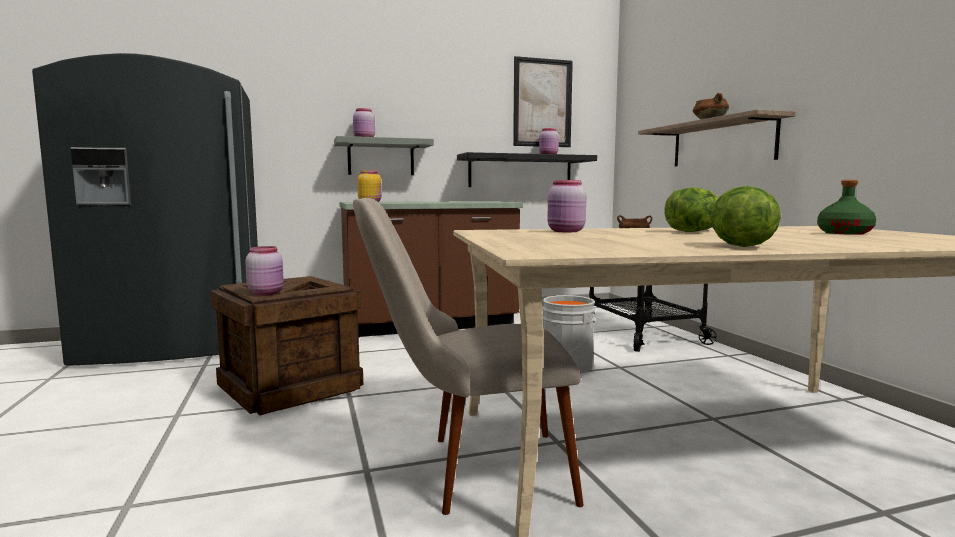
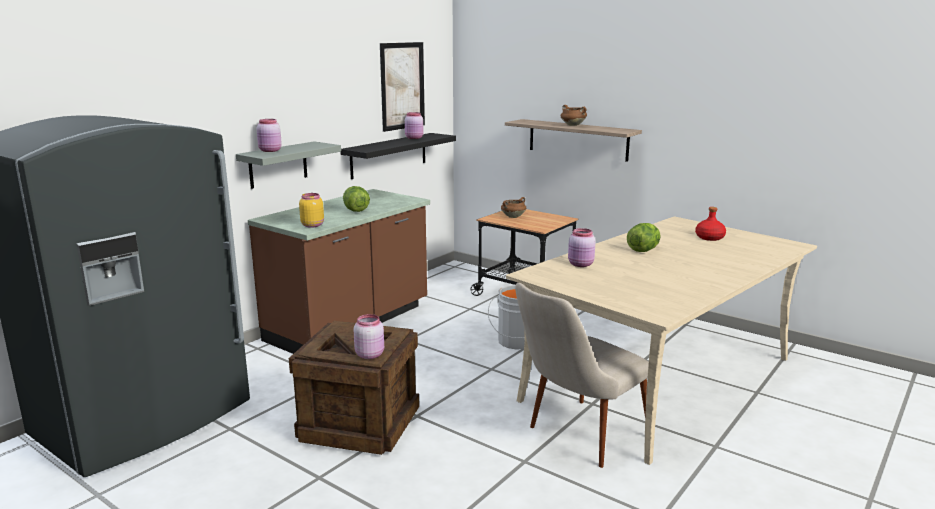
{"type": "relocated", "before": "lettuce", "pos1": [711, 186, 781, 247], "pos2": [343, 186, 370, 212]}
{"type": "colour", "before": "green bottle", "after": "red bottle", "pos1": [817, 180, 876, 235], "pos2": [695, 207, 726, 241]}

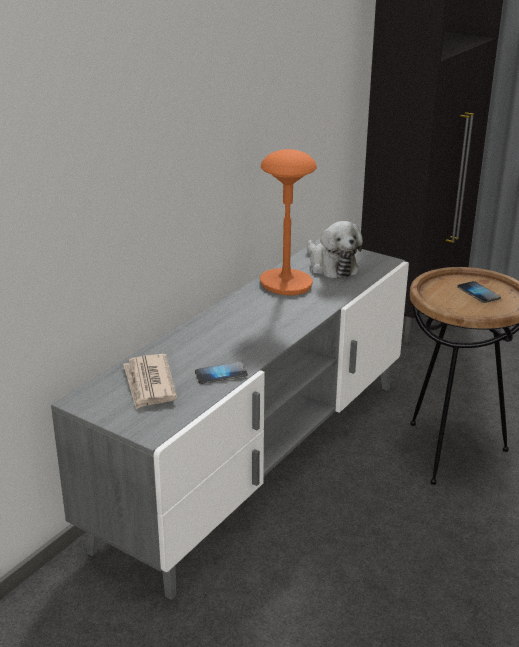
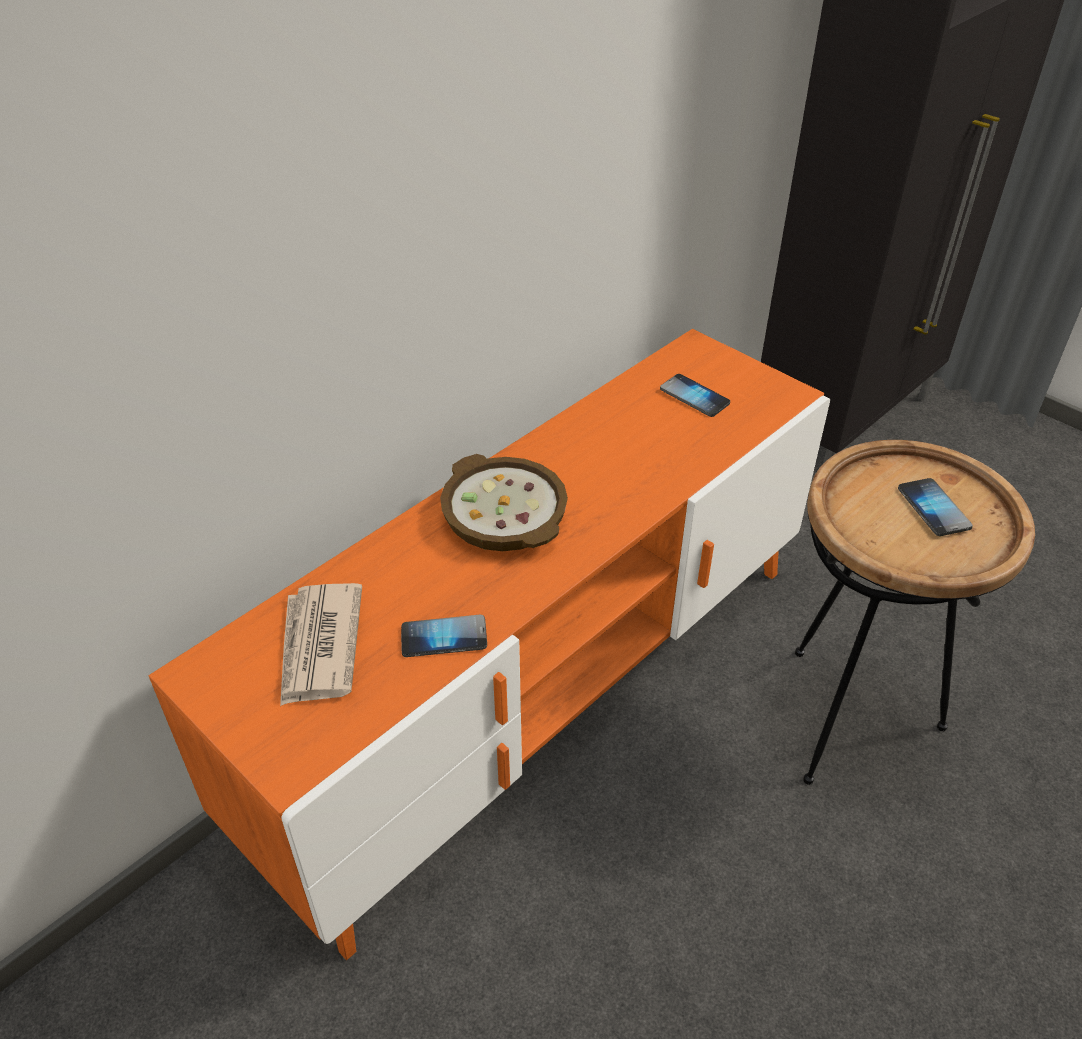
{"type": "missing", "before": "orange table lamp", "pos1": [260, 149, 317, 295]}
{"type": "appeared", "after": "bowl", "pos2": [440, 454, 568, 551]}
{"type": "exchanged", "before": "plush toy", "after": "phone", "pos1": [307, 221, 363, 279], "pos2": [660, 374, 730, 417]}
{"type": "colour", "before": "grey tv stand", "after": "orange tv stand", "pos1": [51, 239, 409, 600], "pos2": [149, 329, 830, 960]}

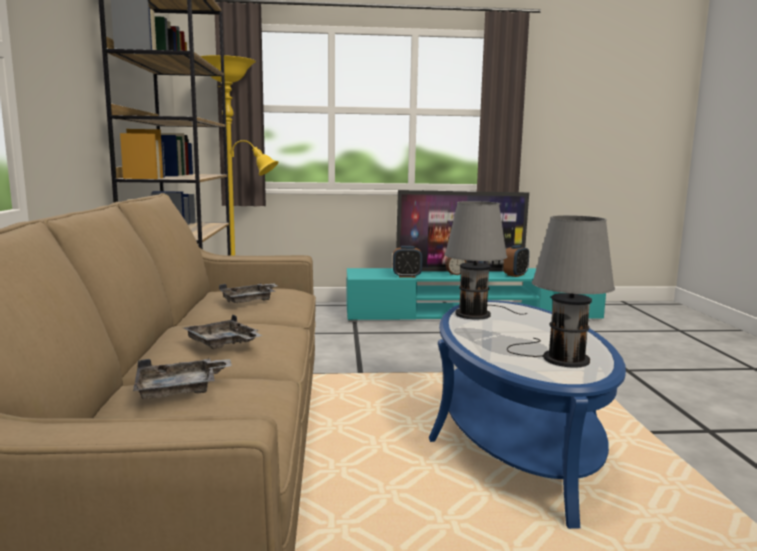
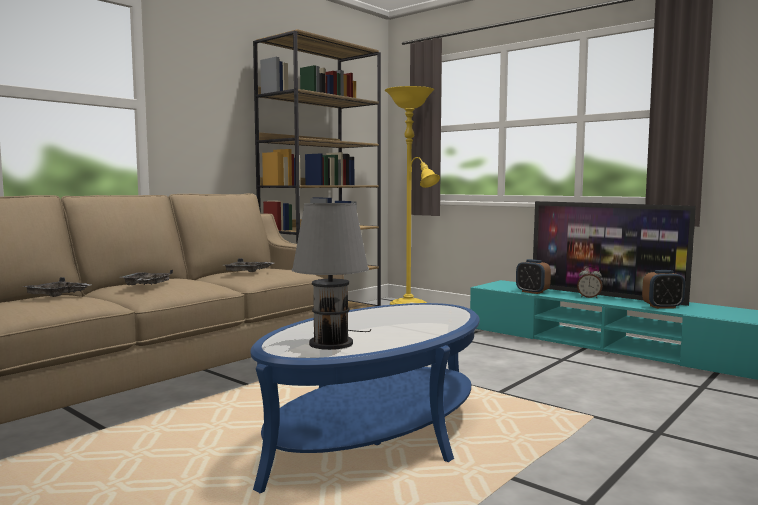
{"type": "missing", "before": "grey table lamp", "pos1": [445, 201, 527, 319]}

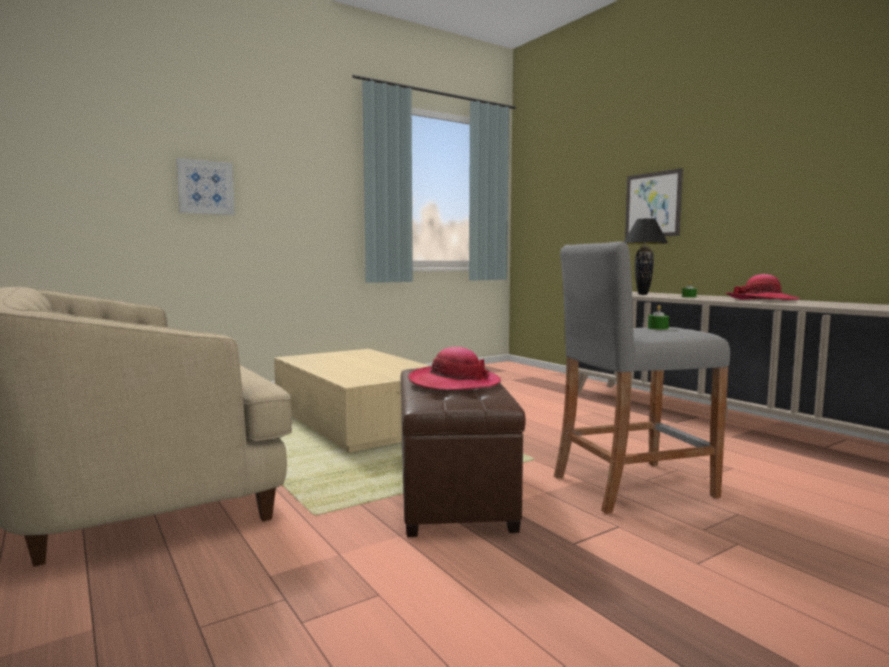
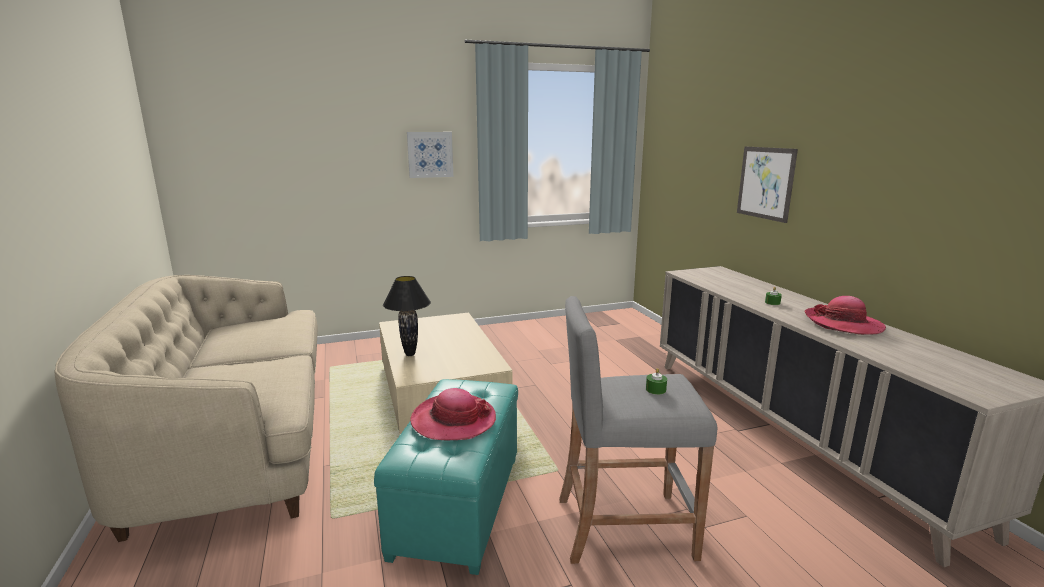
{"type": "relocated", "before": "picture", "pos1": [176, 158, 235, 215], "pos2": [407, 132, 453, 178]}
{"type": "relocated", "before": "black table lamp", "pos1": [624, 218, 668, 295], "pos2": [383, 276, 431, 356]}
{"type": "colour", "before": "brown ottoman", "after": "turquoise ottoman", "pos1": [400, 368, 526, 537], "pos2": [374, 379, 518, 575]}

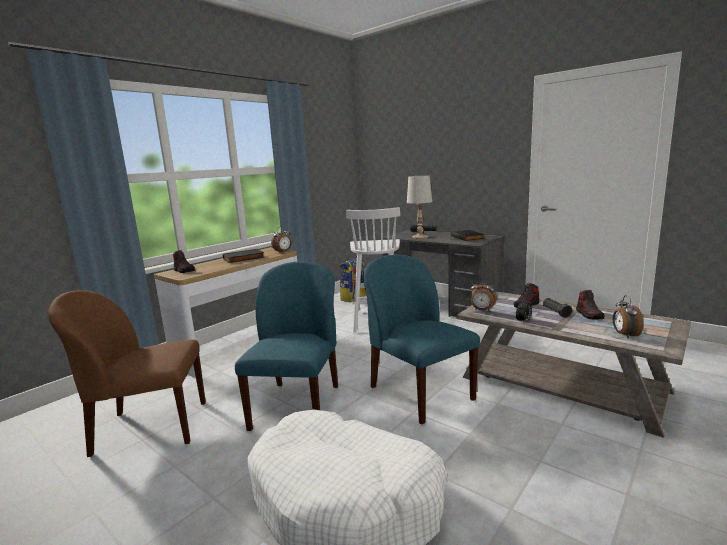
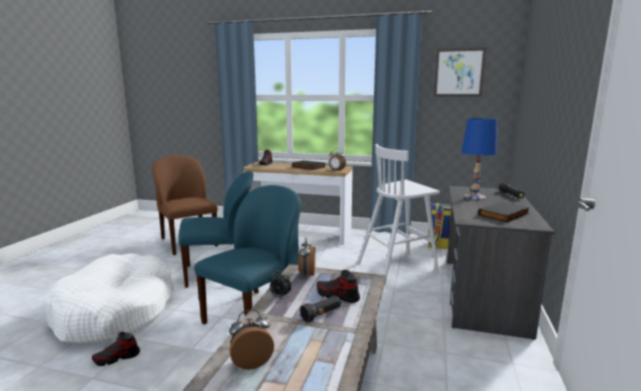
{"type": "appeared", "after": "picture", "pos2": [433, 47, 487, 97]}
{"type": "relocated", "before": "shoe", "pos1": [576, 290, 604, 319], "pos2": [92, 332, 140, 366]}
{"type": "colour", "before": "white table lamp", "after": "blue table lamp", "pos1": [407, 175, 432, 239], "pos2": [462, 118, 497, 200]}

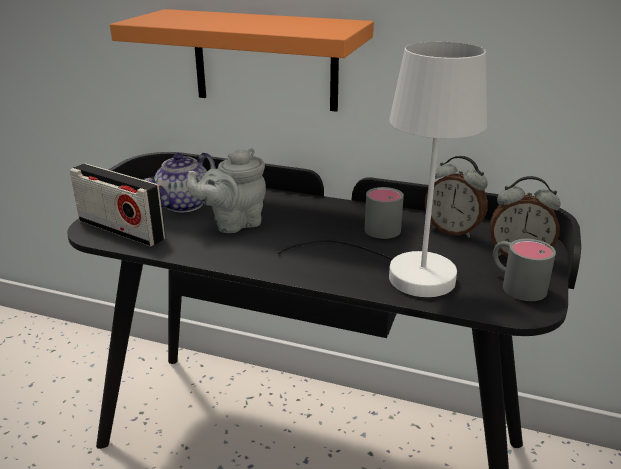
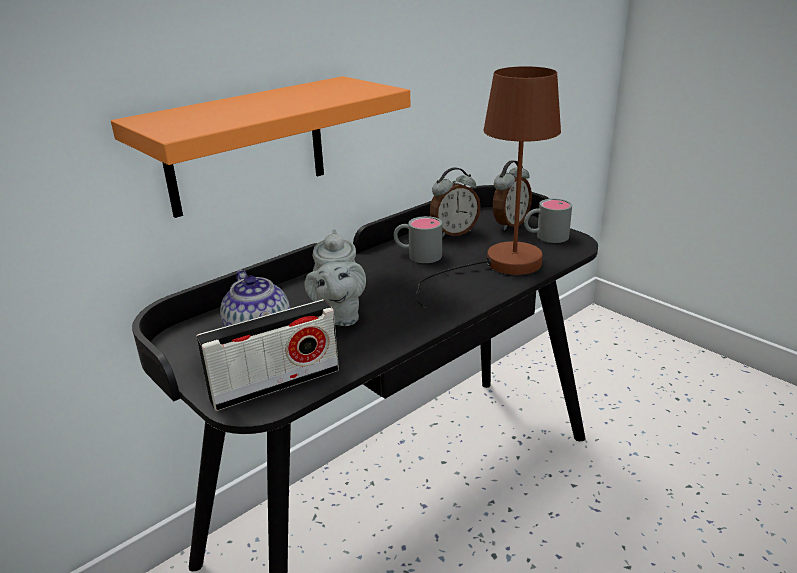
{"type": "colour", "before": "white table lamp", "after": "brown table lamp", "pos1": [277, 42, 487, 298], "pos2": [416, 66, 561, 308]}

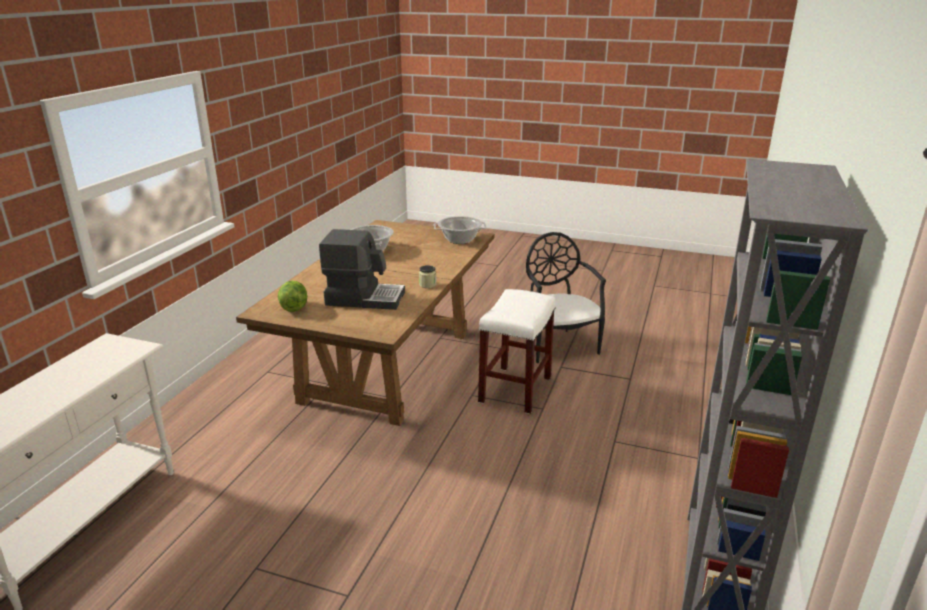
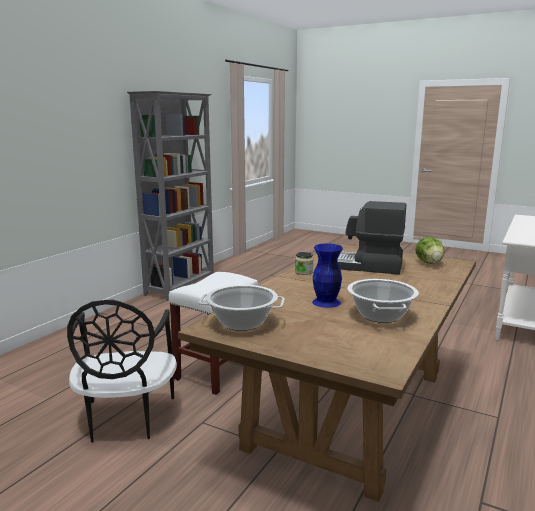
{"type": "appeared", "after": "blue vase", "pos2": [312, 243, 343, 308]}

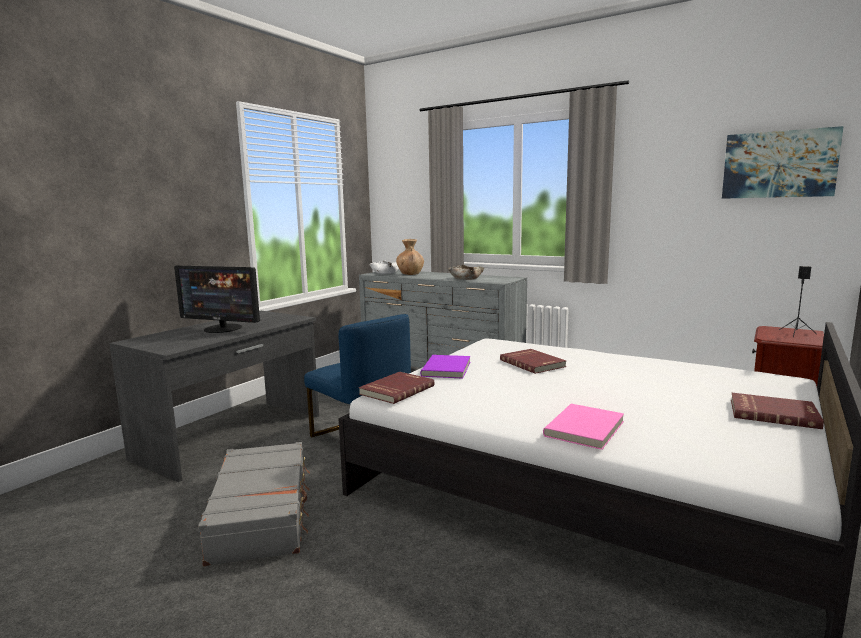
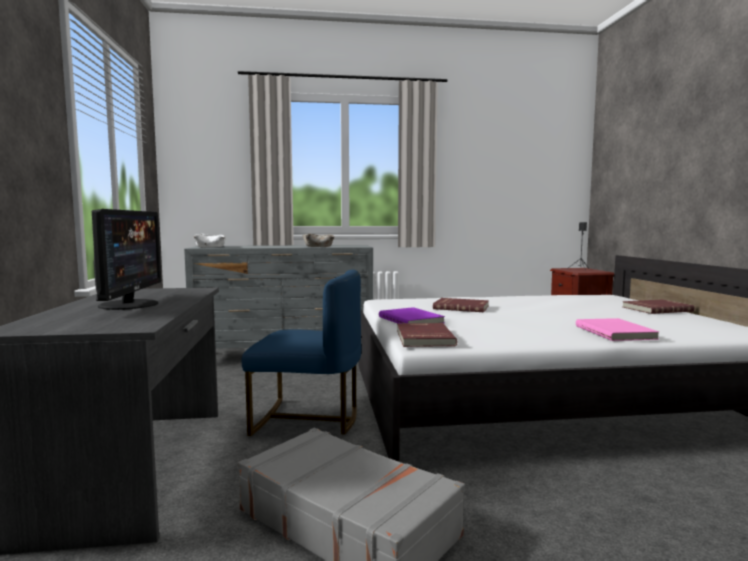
{"type": "missing", "before": "brown vase", "pos1": [396, 239, 424, 275]}
{"type": "missing", "before": "picture", "pos1": [722, 126, 844, 199]}
{"type": "spun", "before": "monitor", "pos1": [174, 266, 260, 333], "pos2": [92, 209, 161, 310], "turn": -75}

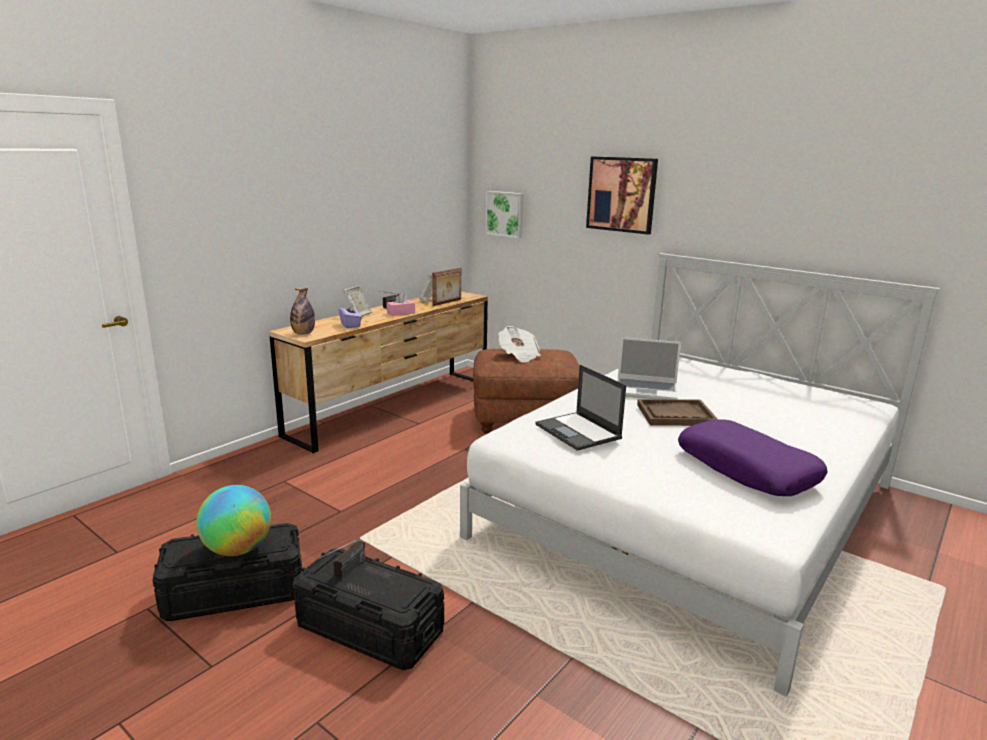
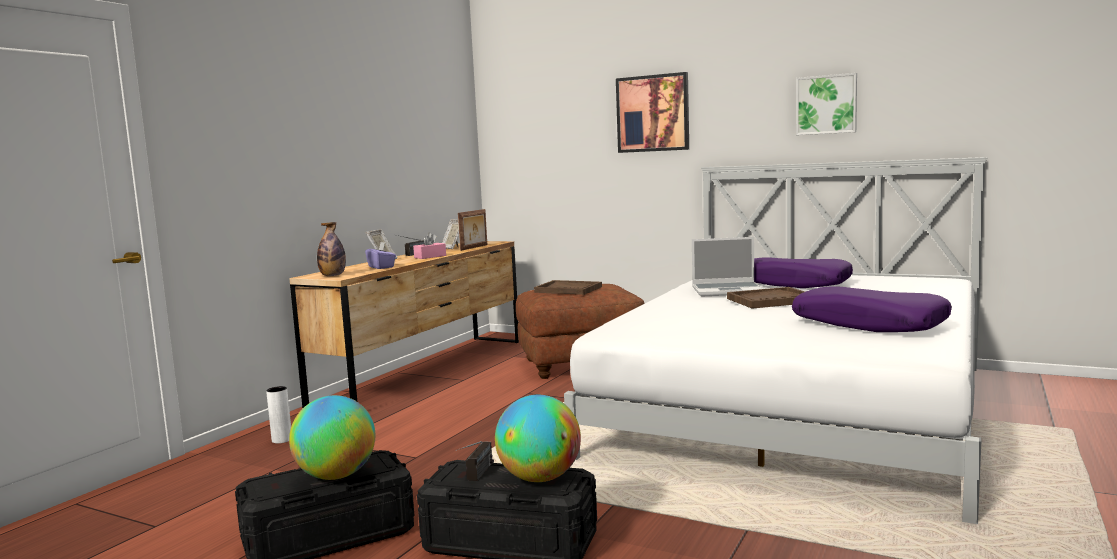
{"type": "missing", "before": "laptop", "pos1": [536, 365, 626, 451]}
{"type": "appeared", "after": "white vase", "pos2": [266, 386, 291, 443]}
{"type": "appeared", "after": "globe", "pos2": [495, 395, 581, 482]}
{"type": "appeared", "after": "purple pillow", "pos2": [754, 257, 853, 288]}
{"type": "relocated", "before": "picture", "pos1": [485, 191, 524, 238], "pos2": [796, 73, 857, 135]}
{"type": "exchanged", "before": "newspaper", "after": "brown tray", "pos1": [498, 326, 541, 363], "pos2": [534, 280, 602, 295]}

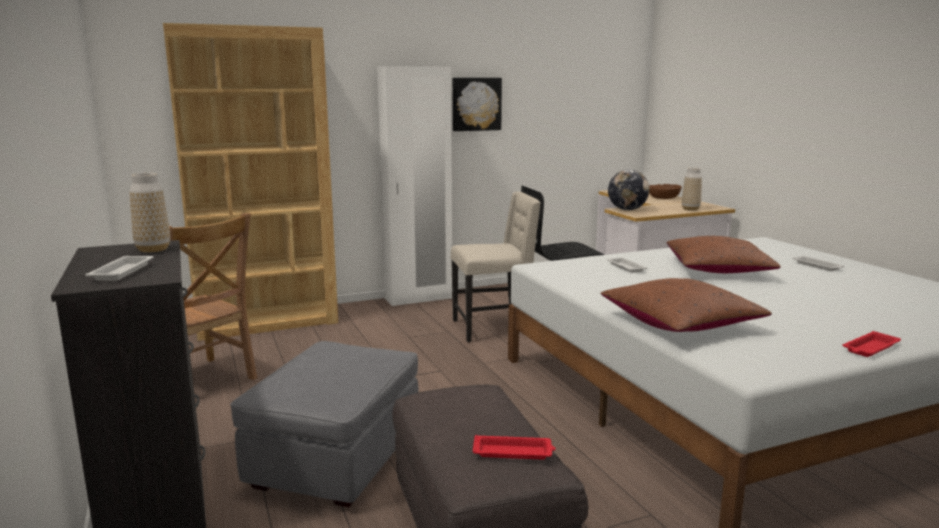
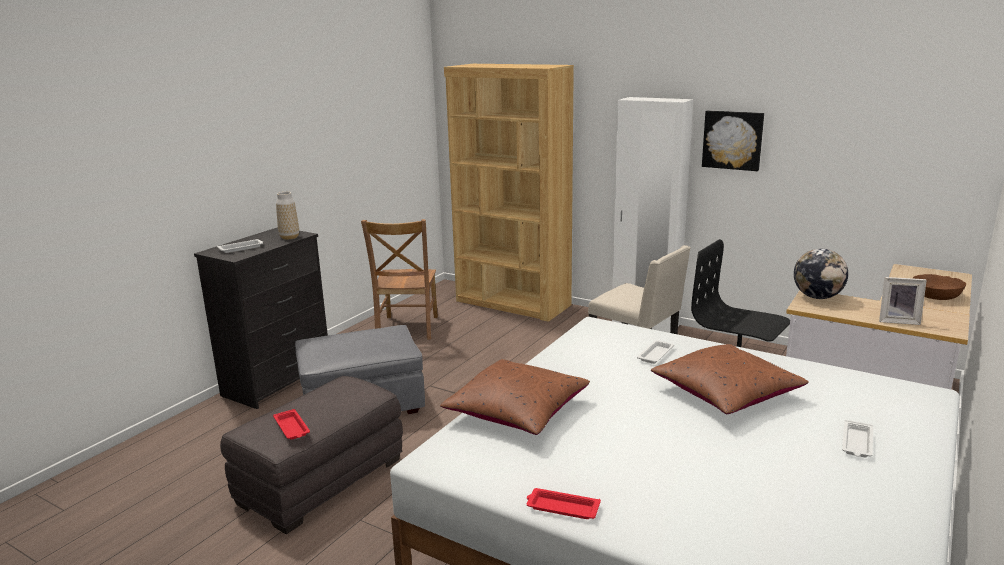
{"type": "exchanged", "before": "vase", "after": "picture frame", "pos1": [682, 168, 702, 211], "pos2": [879, 277, 927, 325]}

